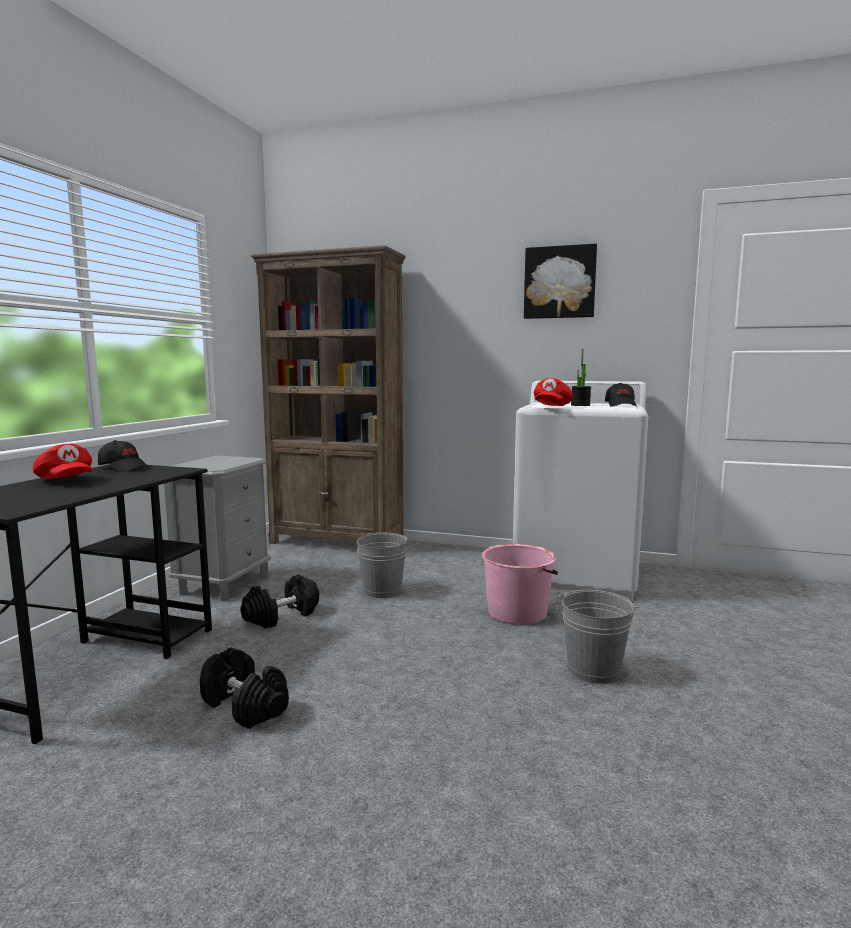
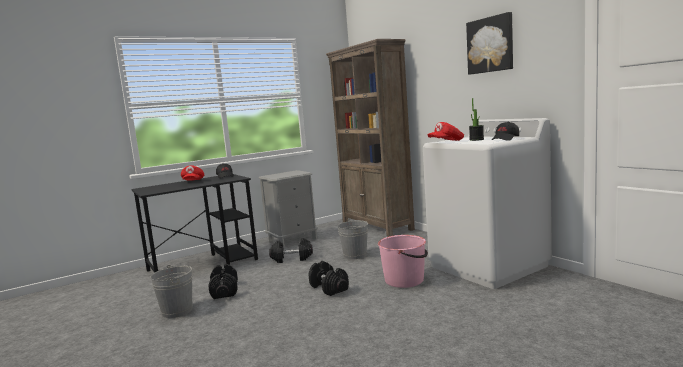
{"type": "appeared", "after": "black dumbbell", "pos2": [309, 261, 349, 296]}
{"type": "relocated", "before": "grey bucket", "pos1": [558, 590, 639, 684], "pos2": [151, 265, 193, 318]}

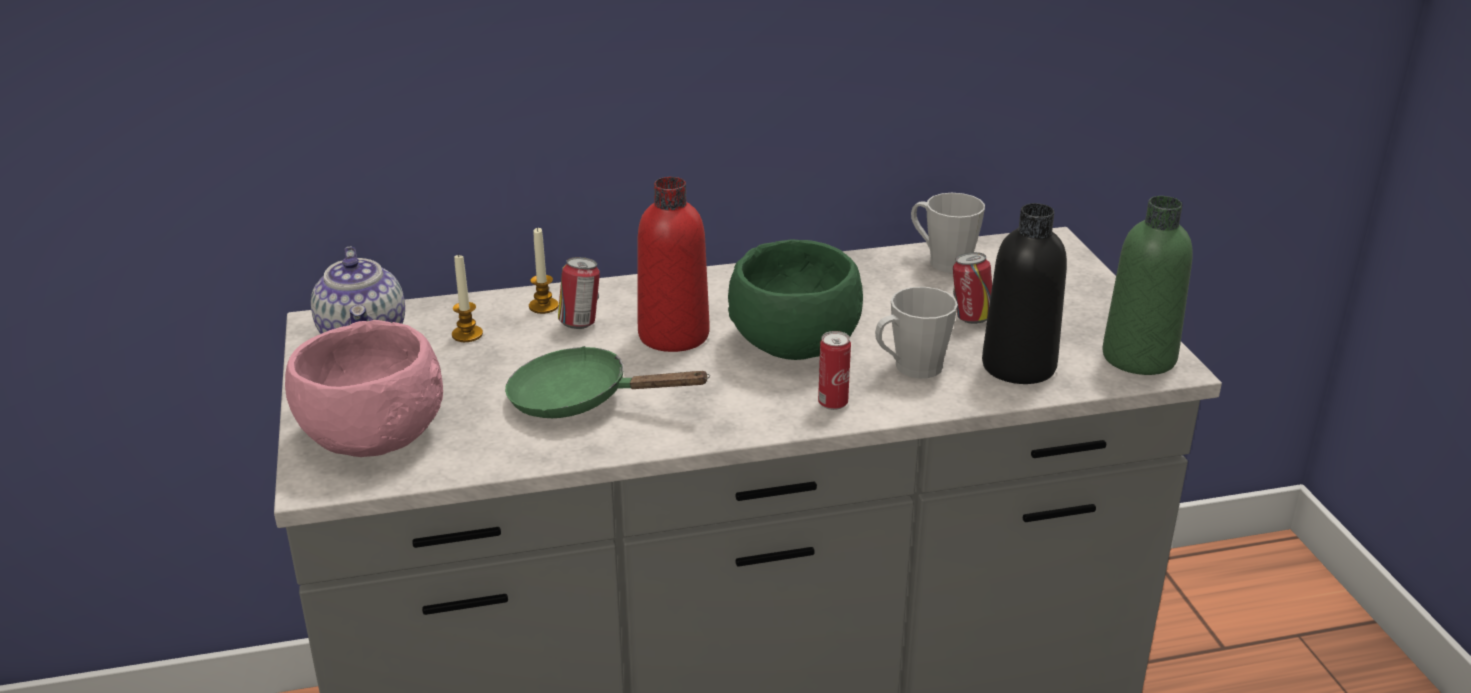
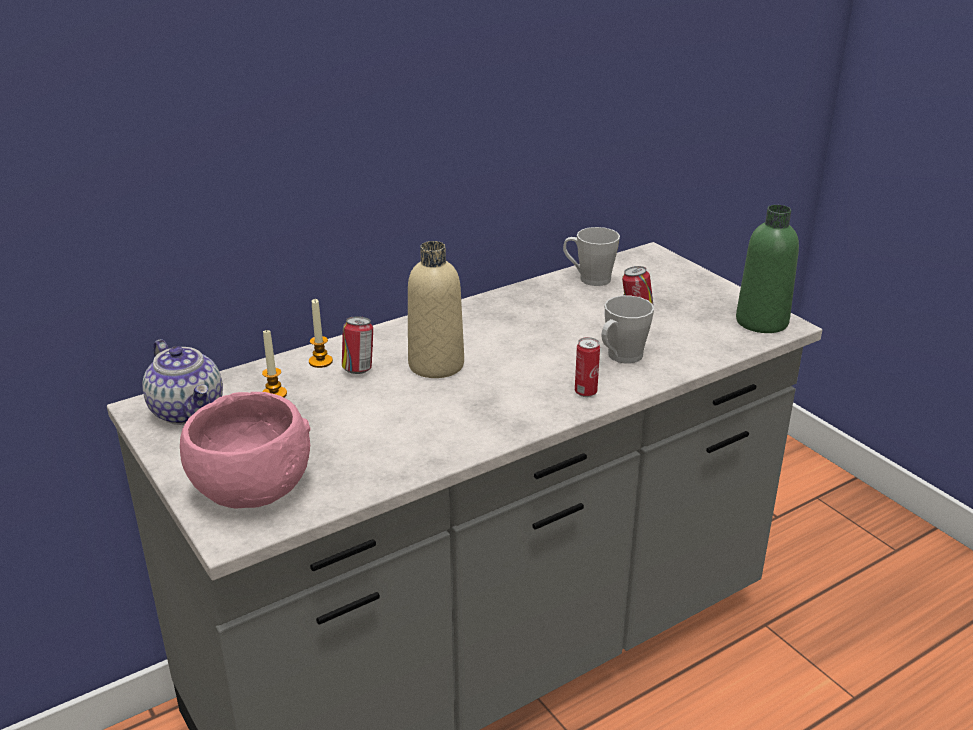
{"type": "missing", "before": "green frying pan", "pos1": [505, 346, 710, 418]}
{"type": "missing", "before": "green bowl", "pos1": [728, 239, 863, 360]}
{"type": "missing", "before": "black bottle", "pos1": [982, 203, 1067, 384]}
{"type": "colour", "before": "red bottle", "after": "beige bottle", "pos1": [638, 177, 710, 352], "pos2": [408, 241, 464, 378]}

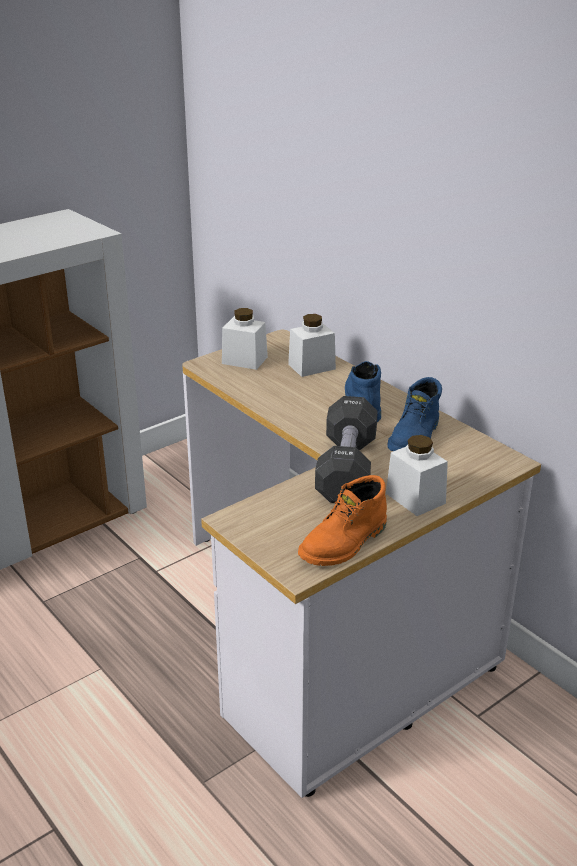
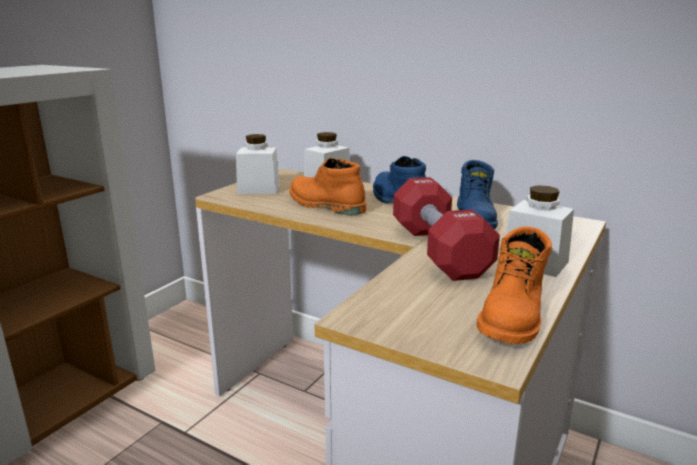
{"type": "appeared", "after": "orange boot", "pos2": [289, 158, 367, 215]}
{"type": "colour", "before": "black dumbbell", "after": "red dumbbell", "pos1": [315, 396, 378, 503], "pos2": [393, 177, 500, 281]}

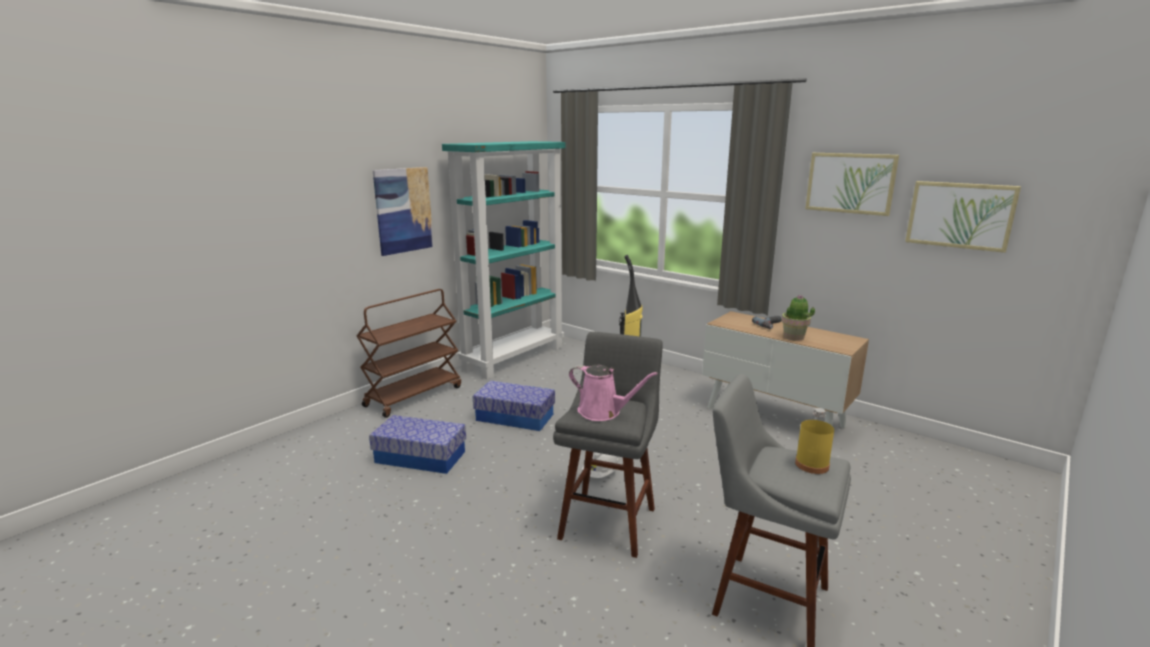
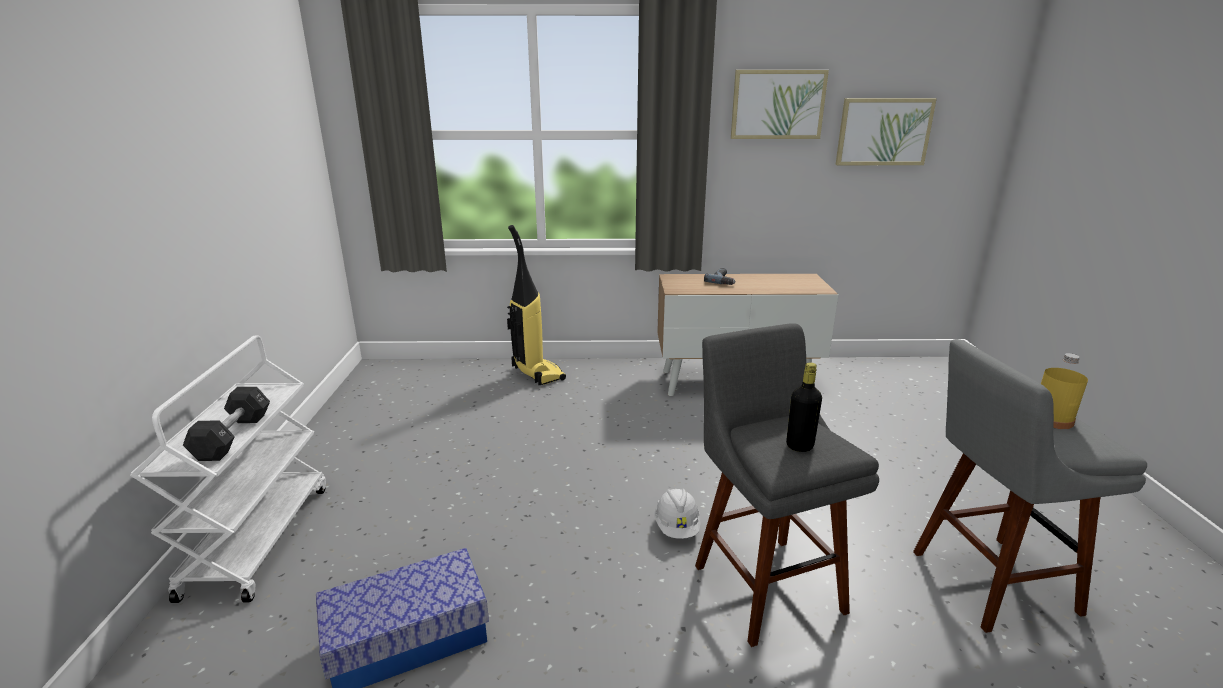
{"type": "missing", "before": "picture", "pos1": [373, 167, 434, 256]}
{"type": "missing", "before": "turquoise bookcase", "pos1": [442, 141, 565, 379]}
{"type": "missing", "before": "storage box", "pos1": [473, 381, 555, 431]}
{"type": "missing", "before": "potted plant", "pos1": [782, 294, 815, 341]}
{"type": "appeared", "after": "black dumbbell", "pos2": [183, 387, 270, 461]}
{"type": "exchanged", "before": "pink watering can", "after": "black bottle", "pos1": [569, 365, 658, 421], "pos2": [786, 362, 822, 452]}
{"type": "colour", "before": "brown cart", "after": "white cart", "pos1": [357, 289, 461, 418], "pos2": [130, 336, 326, 603]}

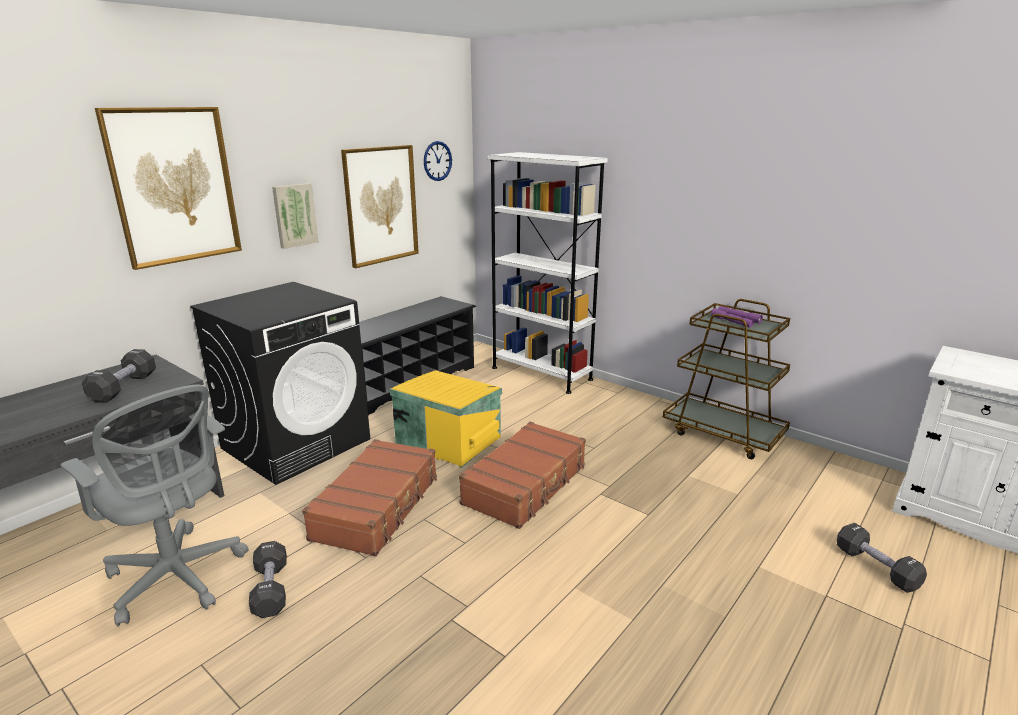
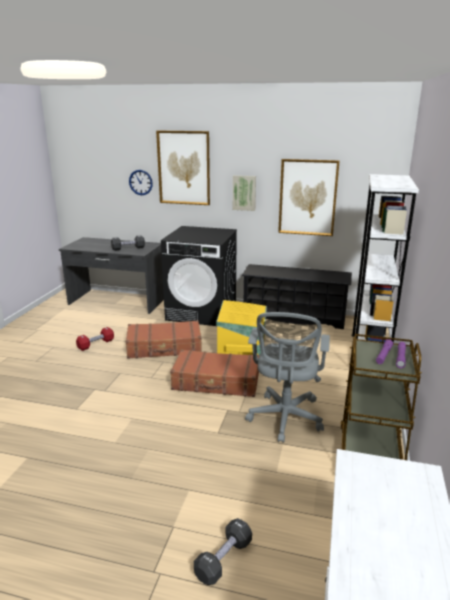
{"type": "relocated", "before": "grey office chair", "pos1": [60, 384, 249, 627], "pos2": [245, 312, 330, 443]}
{"type": "relocated", "before": "wall clock", "pos1": [424, 141, 452, 181], "pos2": [129, 170, 153, 195]}
{"type": "colour", "before": "black dumbbell", "after": "red dumbbell", "pos1": [249, 541, 287, 618], "pos2": [76, 327, 114, 351]}

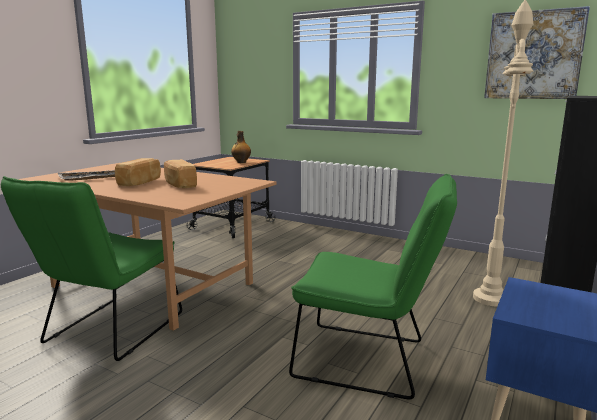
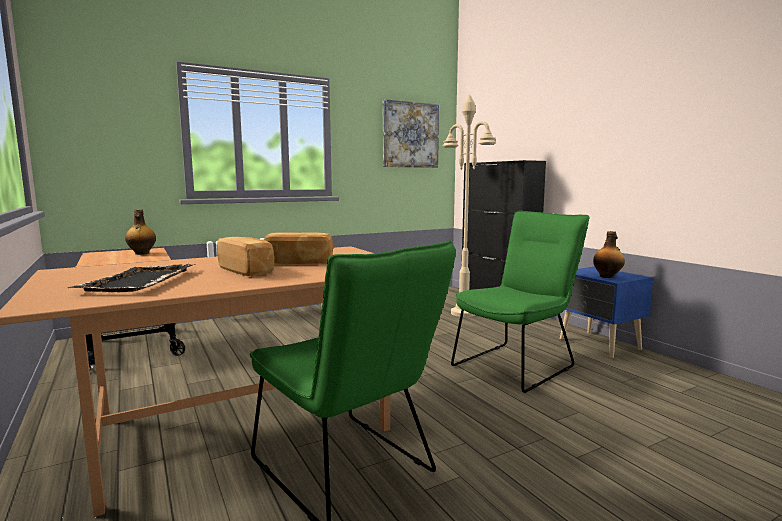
{"type": "appeared", "after": "bottle", "pos2": [593, 231, 625, 278]}

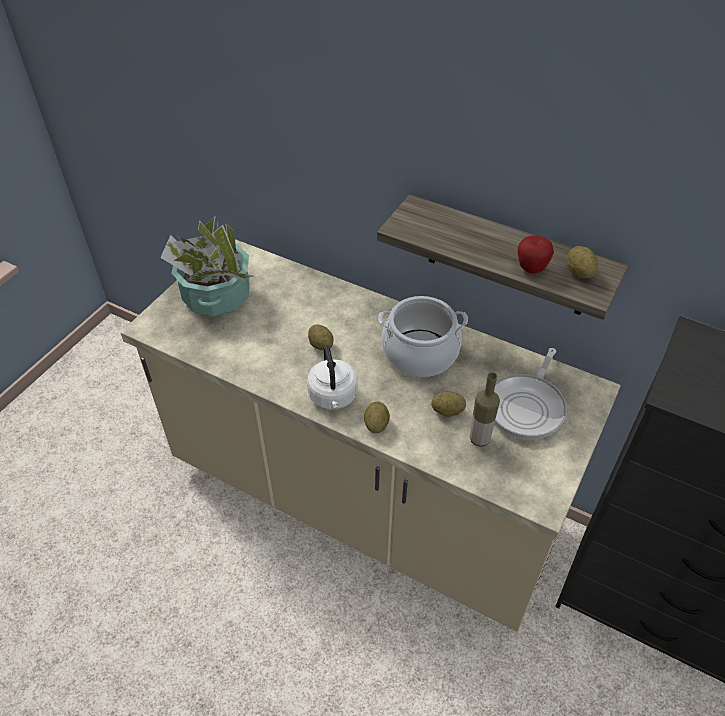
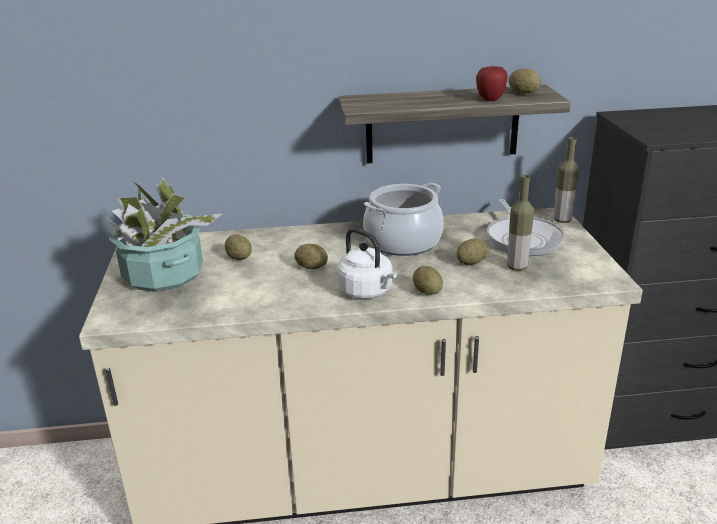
{"type": "appeared", "after": "potato", "pos2": [225, 234, 252, 260]}
{"type": "appeared", "after": "bottle", "pos2": [554, 137, 579, 223]}

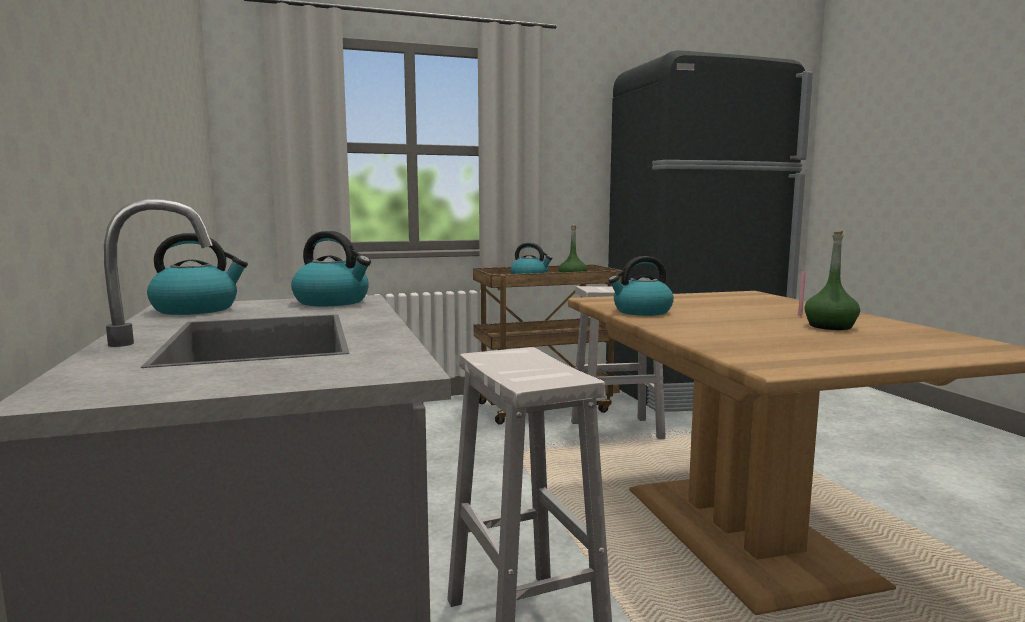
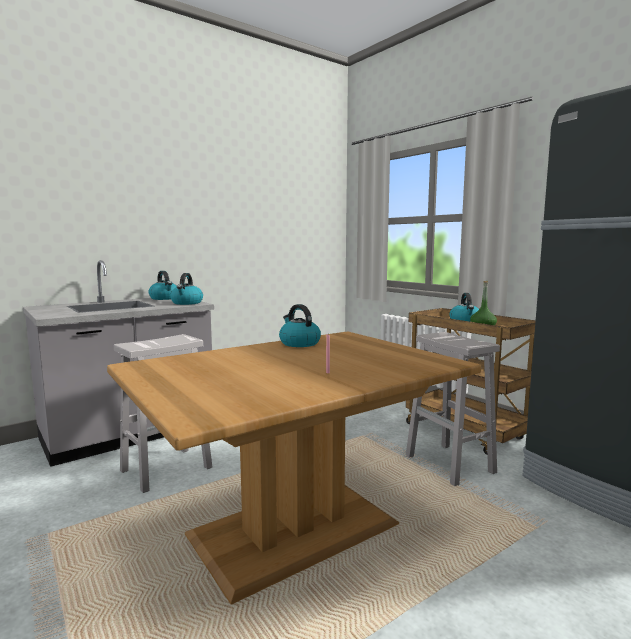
{"type": "missing", "before": "green bottle", "pos1": [805, 231, 860, 330]}

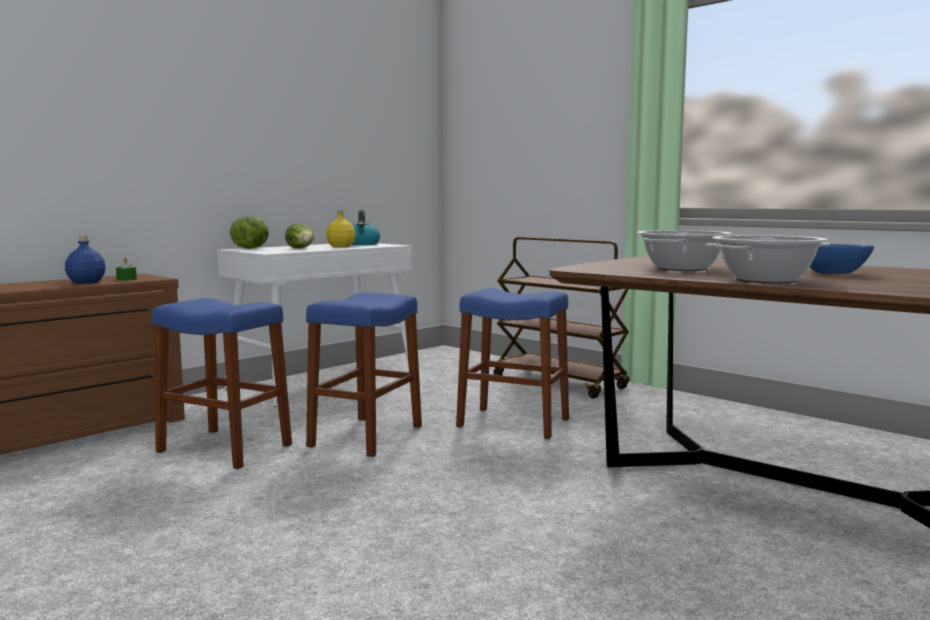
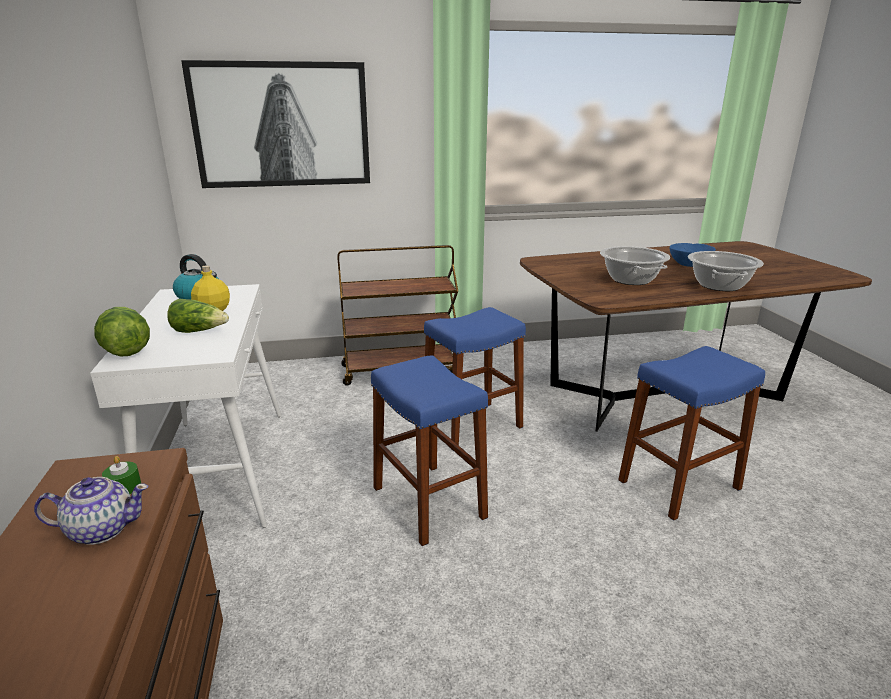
{"type": "appeared", "after": "picture", "pos2": [181, 60, 370, 188]}
{"type": "relocated", "before": "blue stool", "pos1": [152, 298, 292, 469], "pos2": [618, 346, 765, 521]}
{"type": "exchanged", "before": "blue bottle", "after": "teapot", "pos1": [65, 236, 106, 284], "pos2": [34, 477, 148, 545]}

